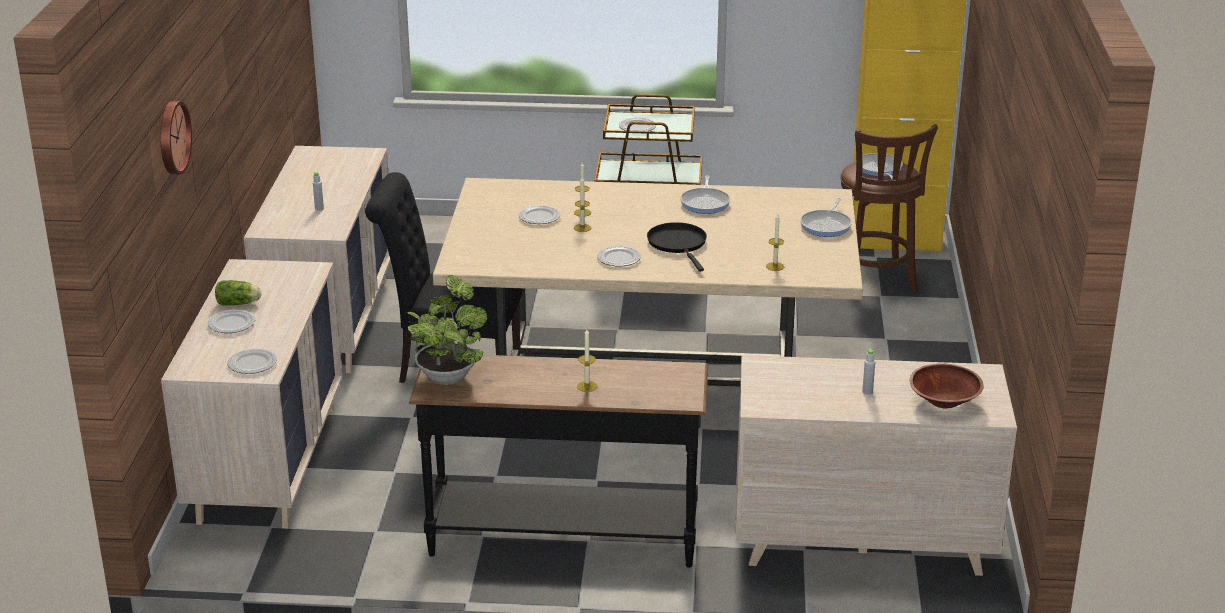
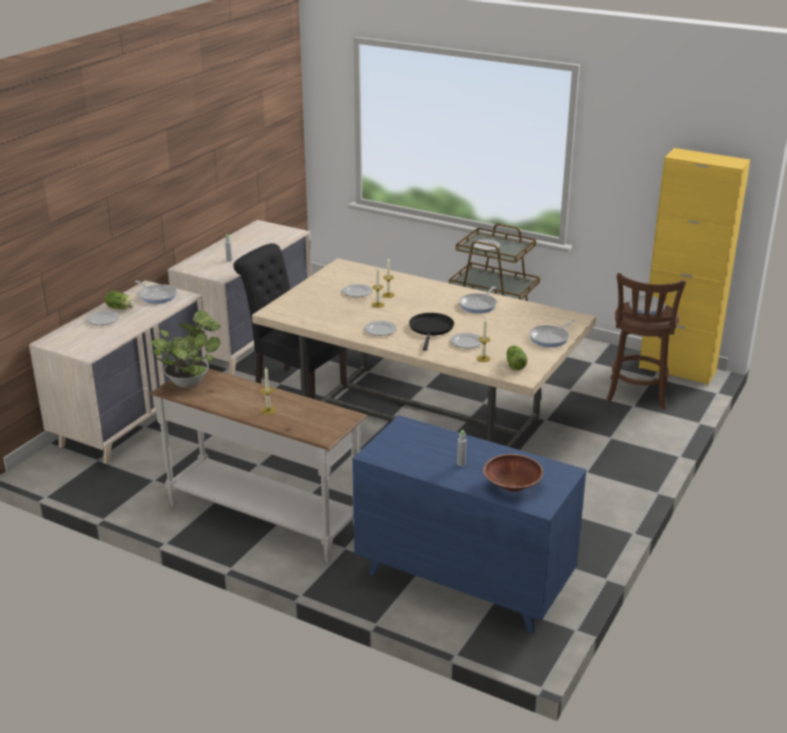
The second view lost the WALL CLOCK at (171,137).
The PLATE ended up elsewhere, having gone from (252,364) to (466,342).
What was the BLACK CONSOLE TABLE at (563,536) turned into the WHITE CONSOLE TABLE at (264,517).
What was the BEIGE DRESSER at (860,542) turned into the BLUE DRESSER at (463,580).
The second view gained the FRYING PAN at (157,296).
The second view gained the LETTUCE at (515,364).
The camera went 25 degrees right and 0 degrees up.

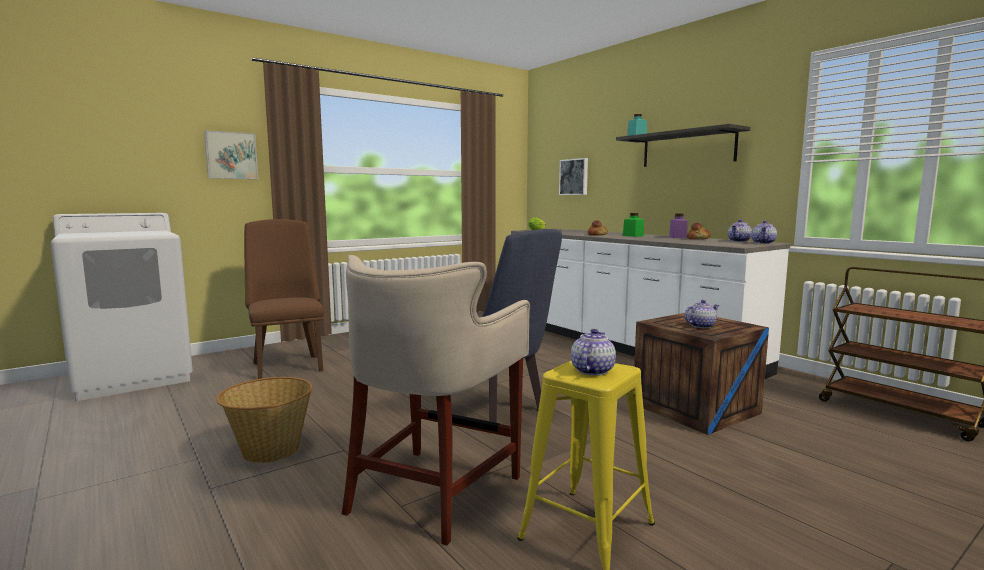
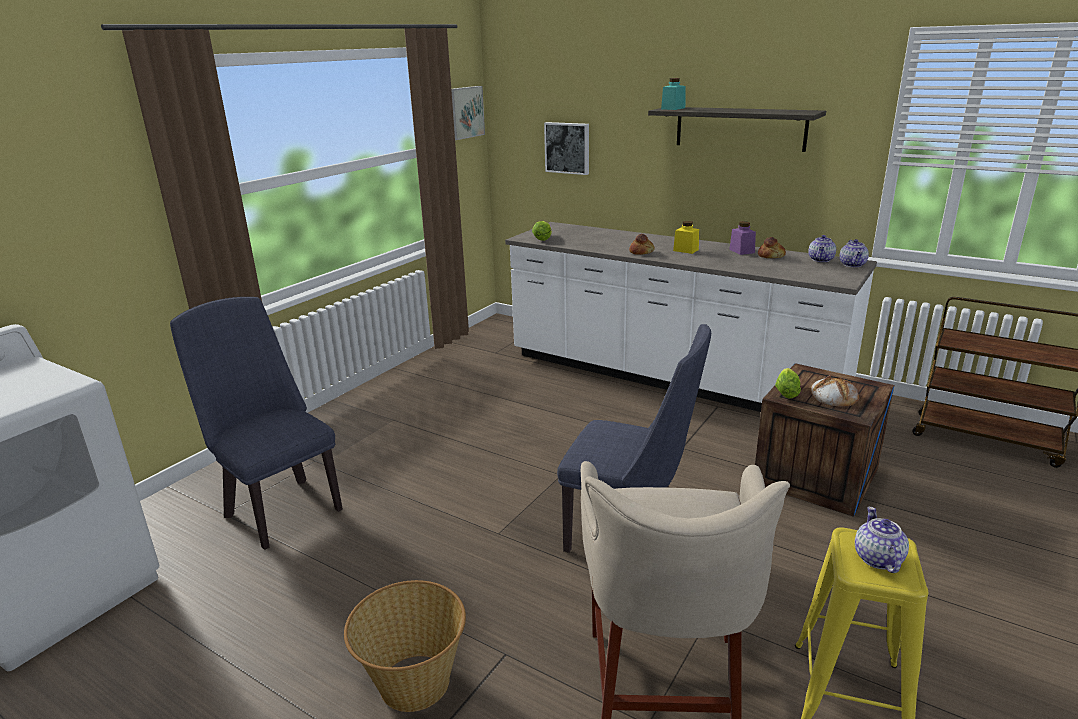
The PICTURE ended up elsewhere, having gone from (231,155) to (464,112).
What was the GREEN JAR at (633,236) turned into the YELLOW JAR at (686,250).
What was the BROWN CHAIR at (288,365) turned into the BLUE CHAIR at (279,508).
Where the TEAPOT stood at (701,326), the BREAD came to stand at (833,396).
The second view gained the LETTUCE at (787,391).
The camera went 20 degrees left and 15 degrees up.

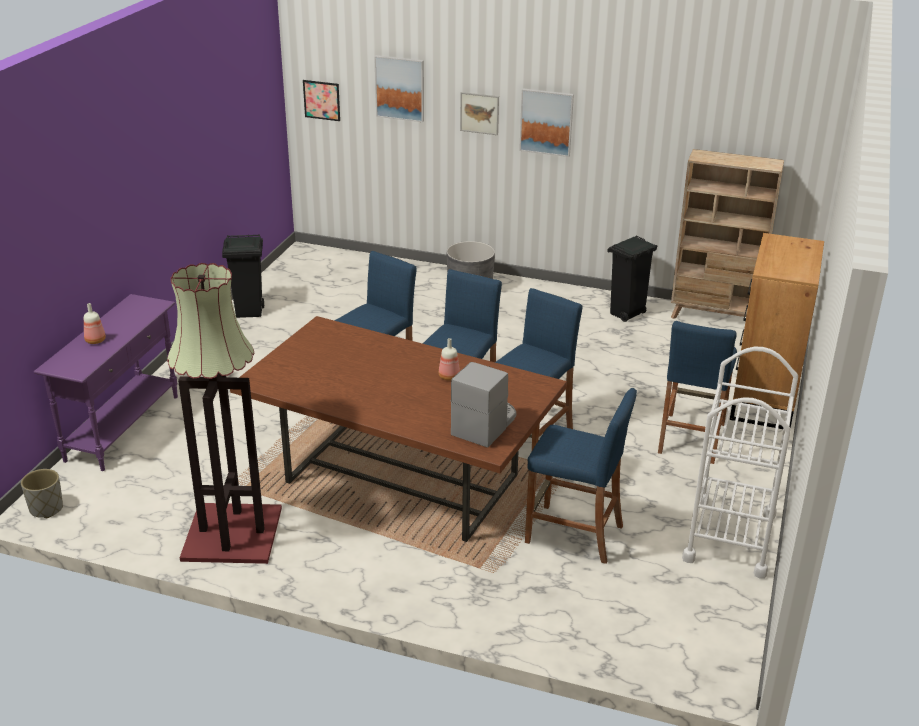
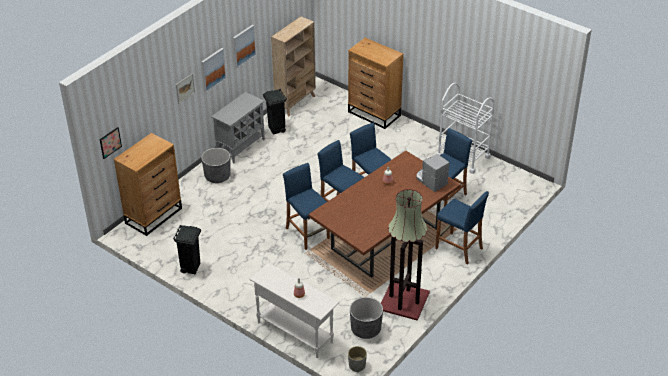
The PICTURE ended up elsewhere, having gone from (400,88) to (243,46).
What was the PURPLE CONSOLE TABLE at (123,428) turned into the WHITE CONSOLE TABLE at (295,332).
The BLUE STOOL ended up elsewhere, having gone from (690,438) to (458,248).
The second view gained the GREY CABINET at (241,147).
The second view gained the BROWN DRESSER at (154,215).
The second view gained the GREY PLANTER at (366,329).
The camera went 70 degrees left and 10 degrees up.

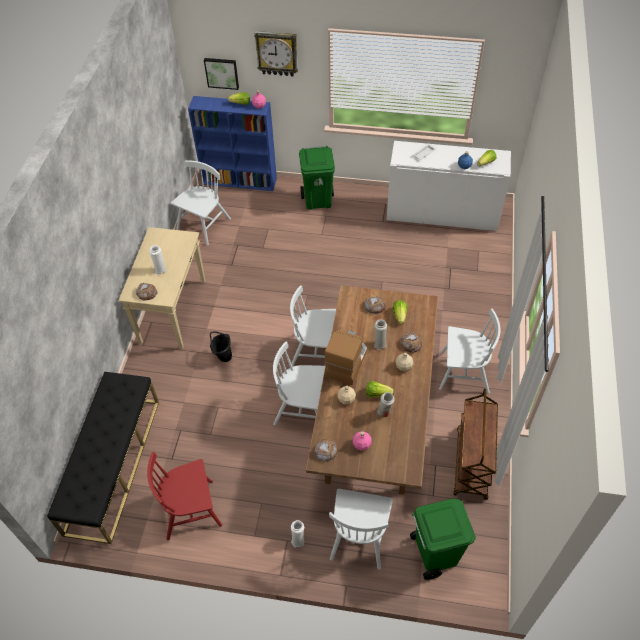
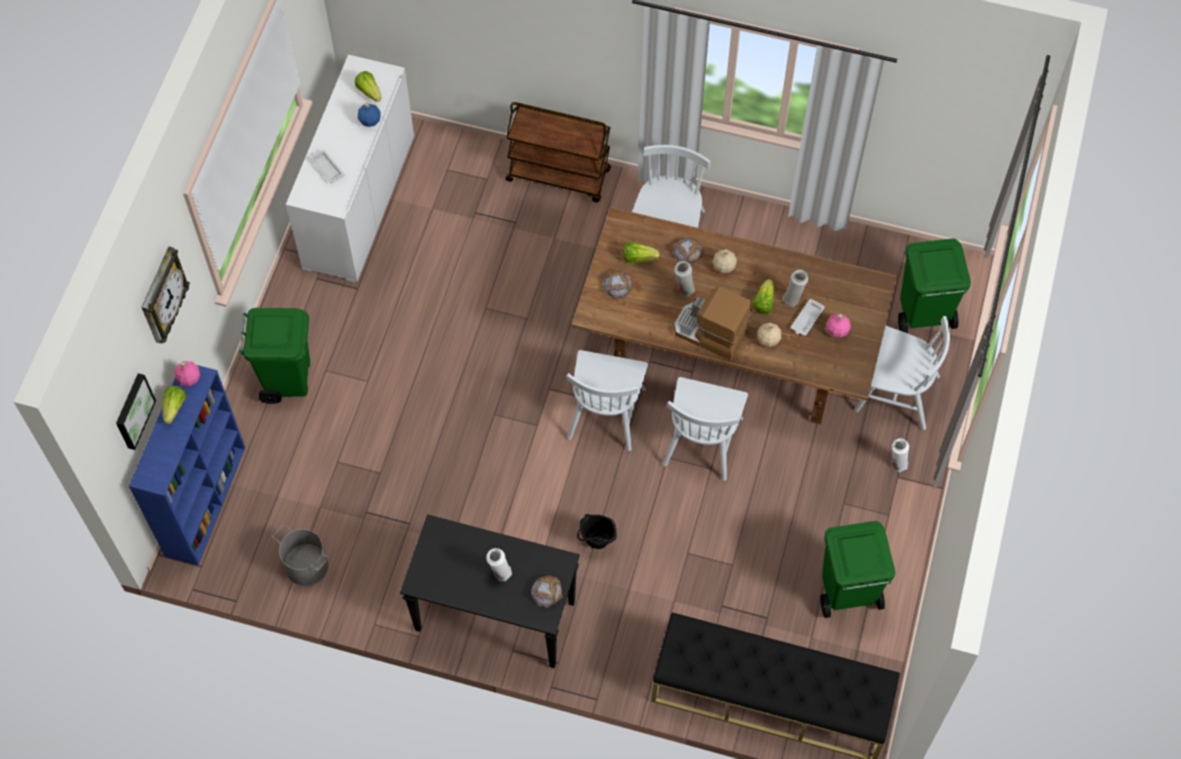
Where the WHITE CHAIR stood at (204,225), the GREY BUCKET came to stand at (307,565).
What was the BEIGE CONSOLE TABLE at (173,310) turned into the BLACK CONSOLE TABLE at (493,616).
The BROWN CART ended up elsewhere, having gone from (471,464) to (559,175).
The second view lost the BREAD at (326,451).
Where the RED CHAIR stood at (191,510), the GREEN TRASH CAN came to stand at (847,592).
The second view gained the WHITE TRAY at (806,319).
The camera went 85 degrees left and 10 degrees up.

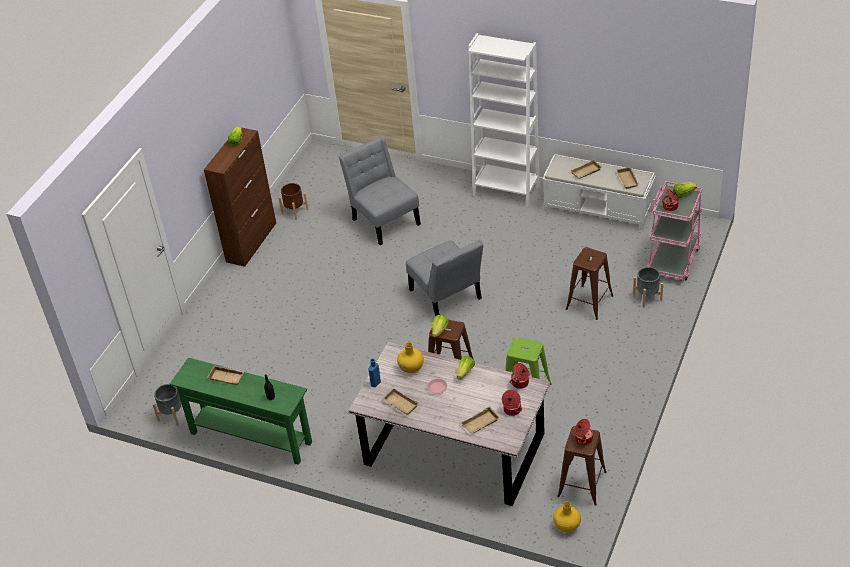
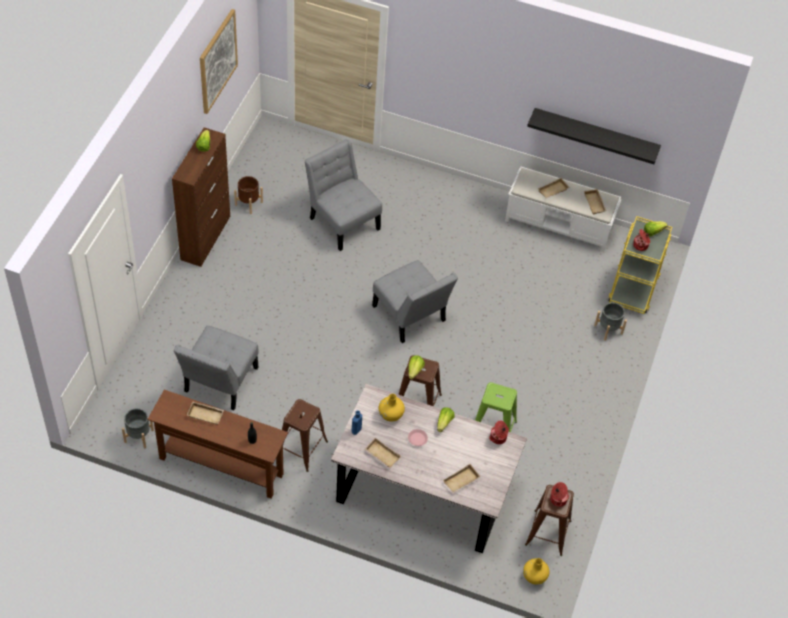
The second view lost the WHITE BOOKCASE at (506,190).
What was the PINK CART at (673,260) turned into the YELLOW CART at (633,288).
The BROWN STOOL ended up elsewhere, having gone from (589,303) to (301,449).
What was the GREEN CONSOLE TABLE at (250,438) turned into the BROWN CONSOLE TABLE at (221,467).
The second view lost the COOKING POT at (512,410).
The second view gained the PICTURE at (217,61).
The second view gained the BLACK SHELF at (595,134).
The second view gained the GREY CHAIR at (219,383).
The camera went 10 degrees left and 10 degrees up.

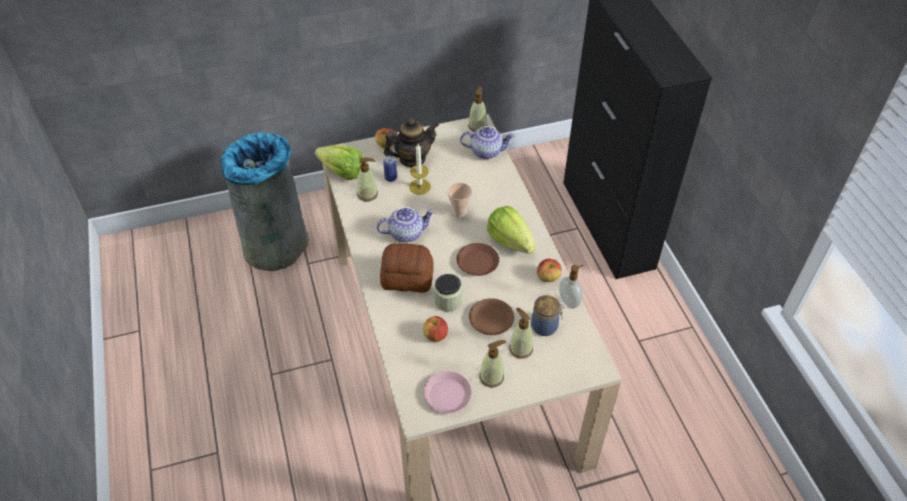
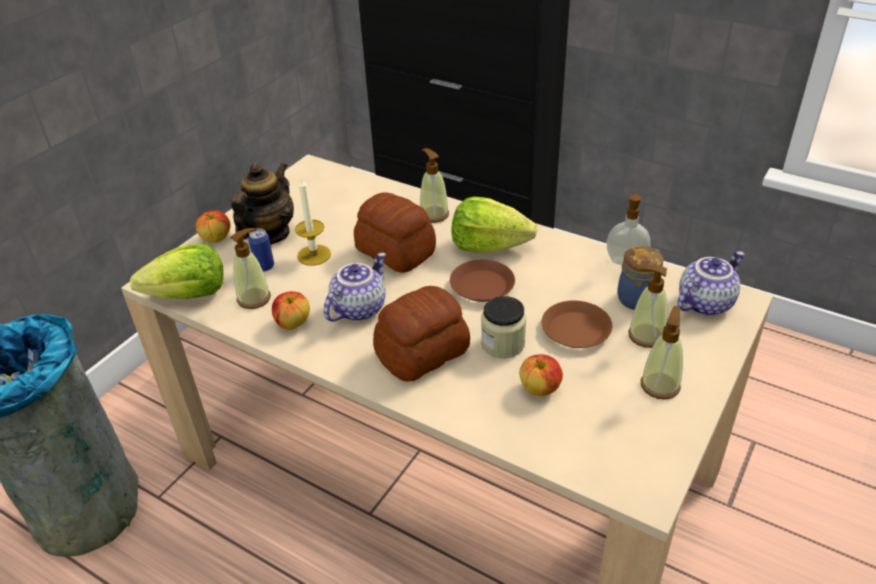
The SOAP DISPENSER ended up elsewhere, having gone from (477,126) to (434,214).
The TEAPOT ended up elsewhere, having gone from (486,151) to (704,302).
Where the CUP stood at (459,212), the BREAD came to stand at (395,252).
The APPLE ended up elsewhere, having gone from (548,277) to (293,323).
The second view lost the PINK PLATE at (447,395).
The camera went 40 degrees left and 10 degrees down.

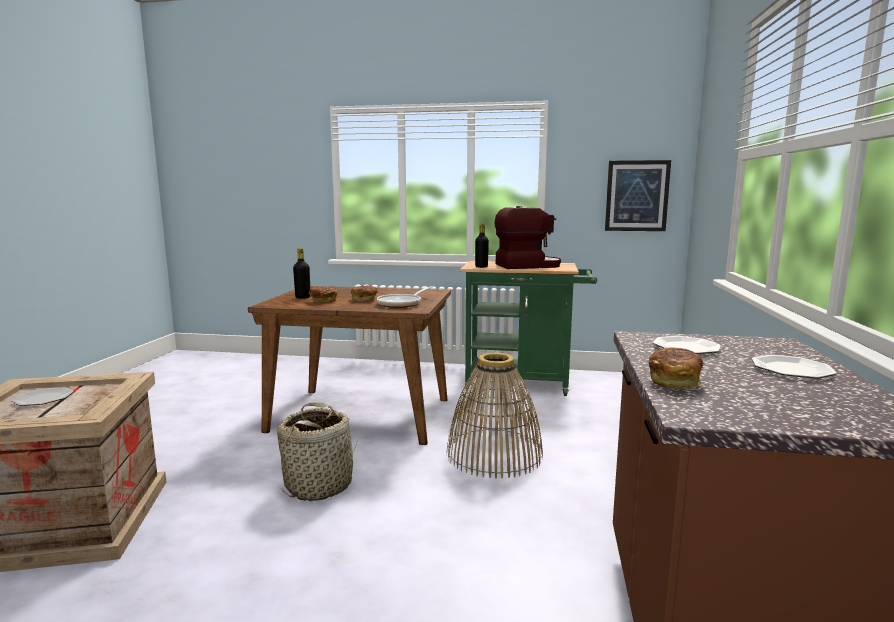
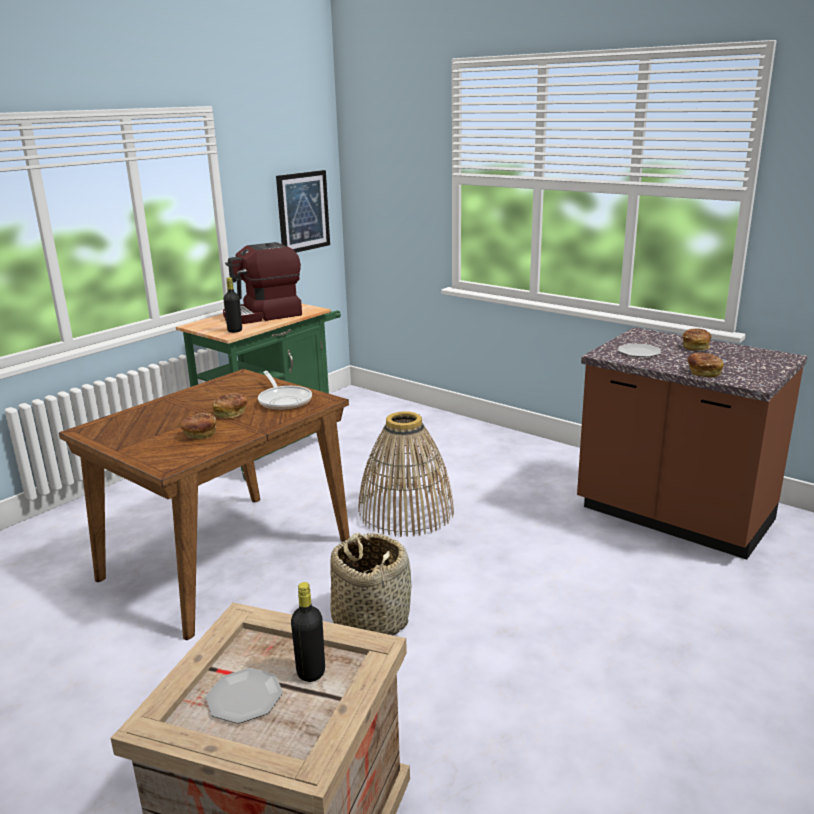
The COFFEE MACHINE at (527,266) ended up facing another way, 135 degrees counterclockwise from before.
The BLACK BOTTLE ended up elsewhere, having gone from (303,297) to (311,672).
Where the PLATE stood at (792,369), the BREAD came to stand at (696,347).
The camera went 60 degrees left and 10 degrees up.

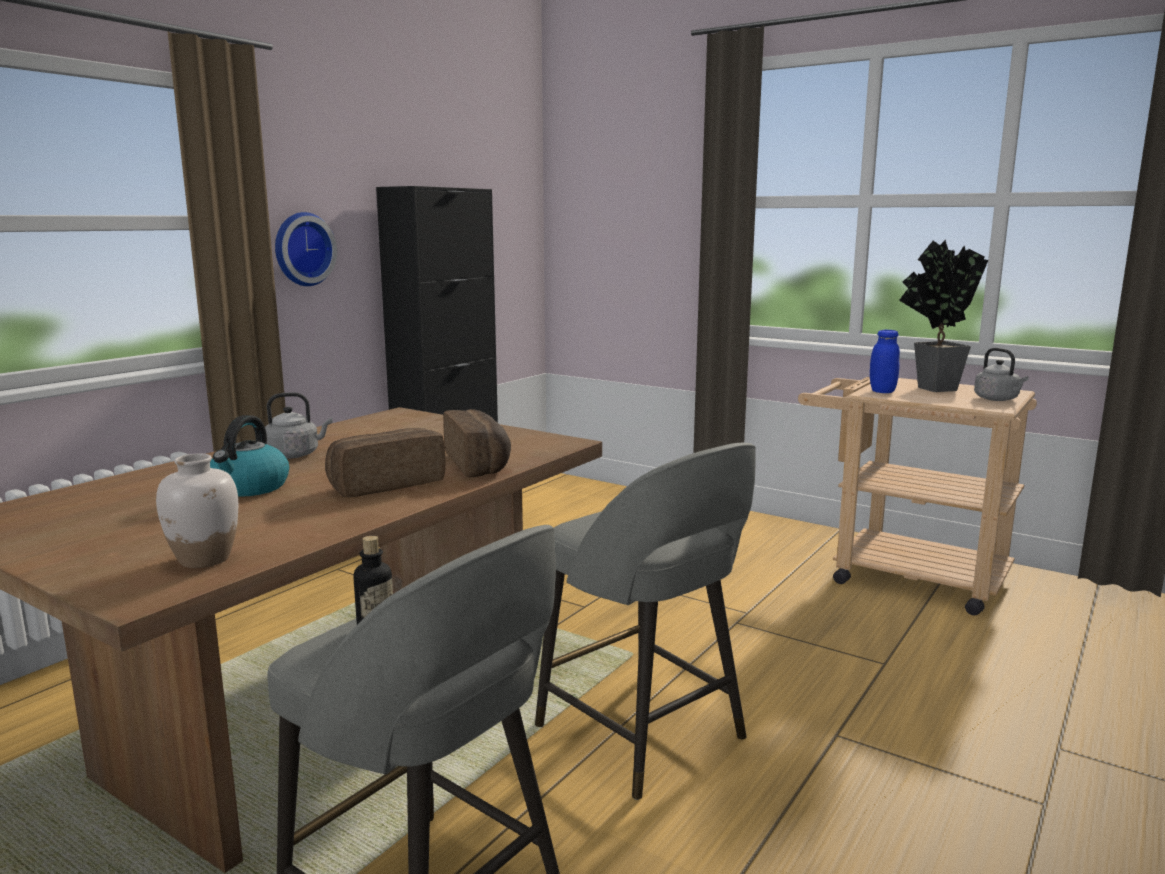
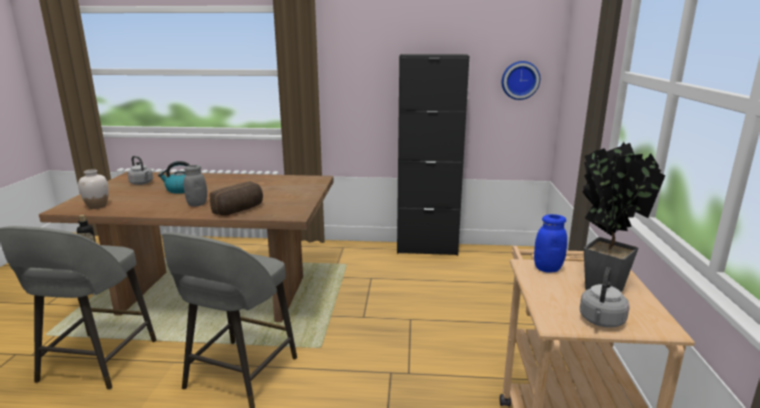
The WALL CLOCK ended up elsewhere, having gone from (302,249) to (520,80).
The GREY KETTLE ended up elsewhere, having gone from (295,455) to (142,183).
Where the BREAD stood at (386,484), the GREY JAR came to stand at (197,204).
The camera went 60 degrees right and 5 degrees up.

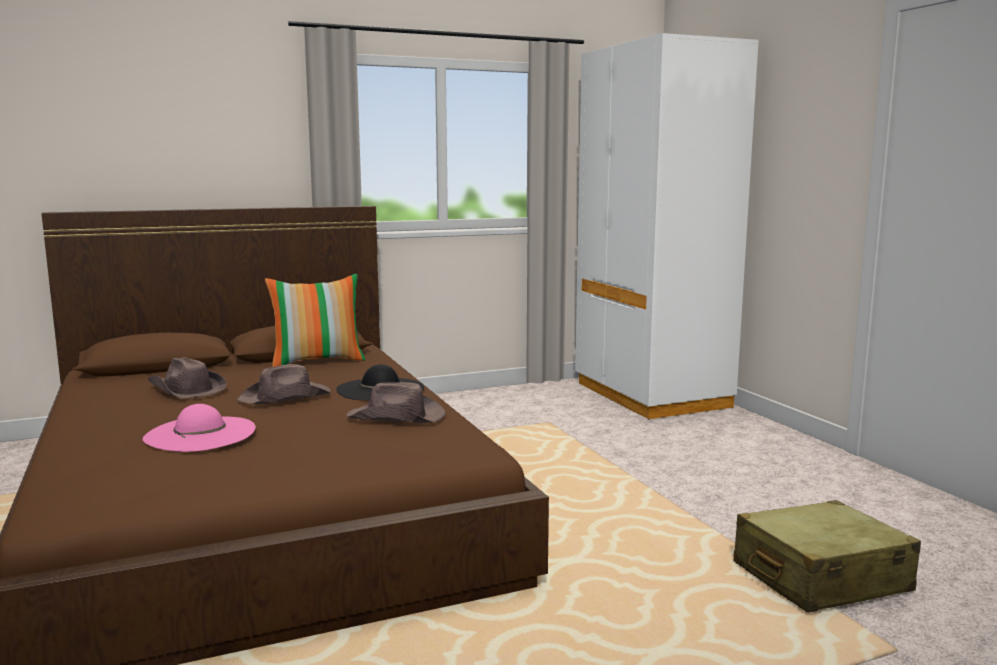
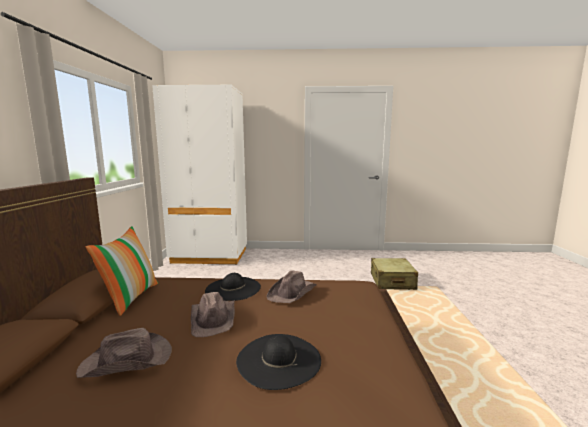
What was the PINK HAT at (200,434) turned into the BLACK HAT at (278,359).
The camera went 65 degrees left and 0 degrees up.

